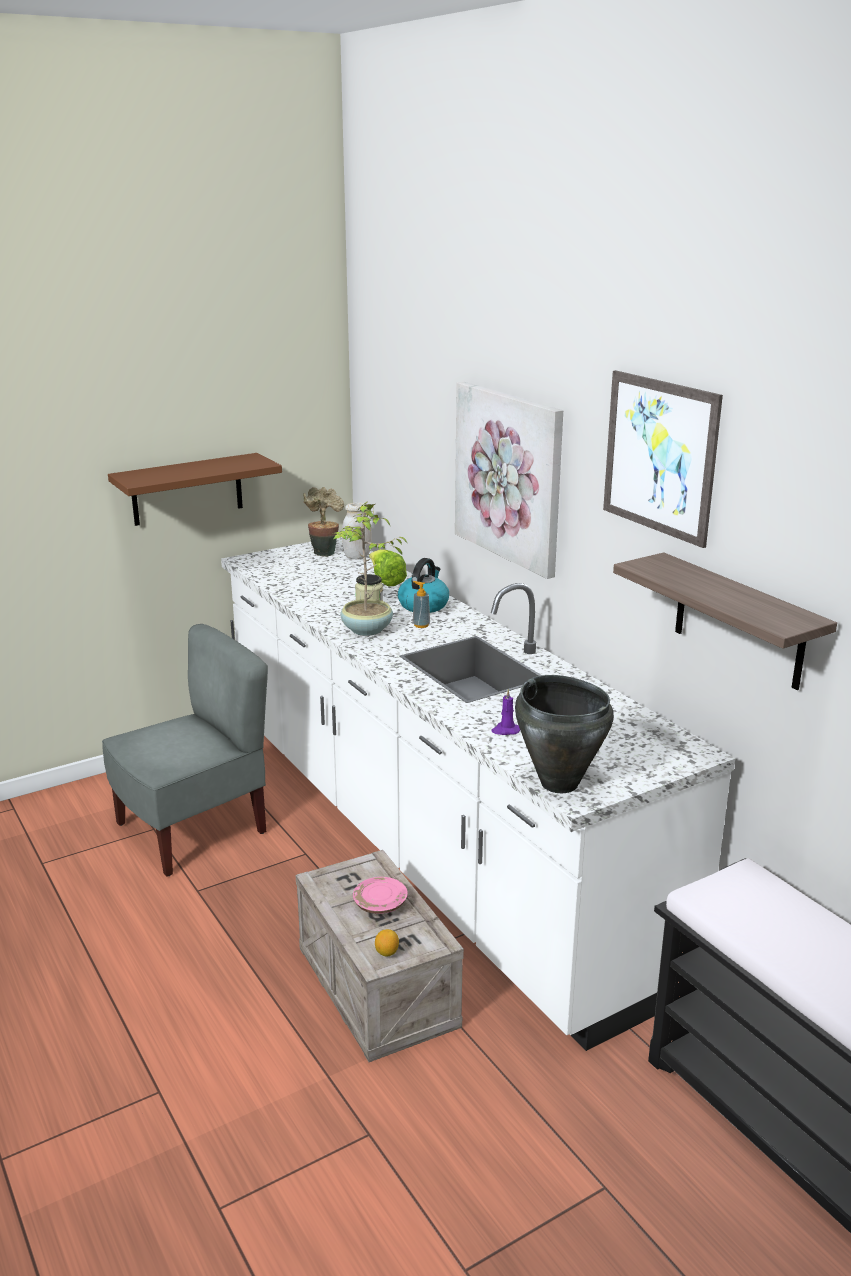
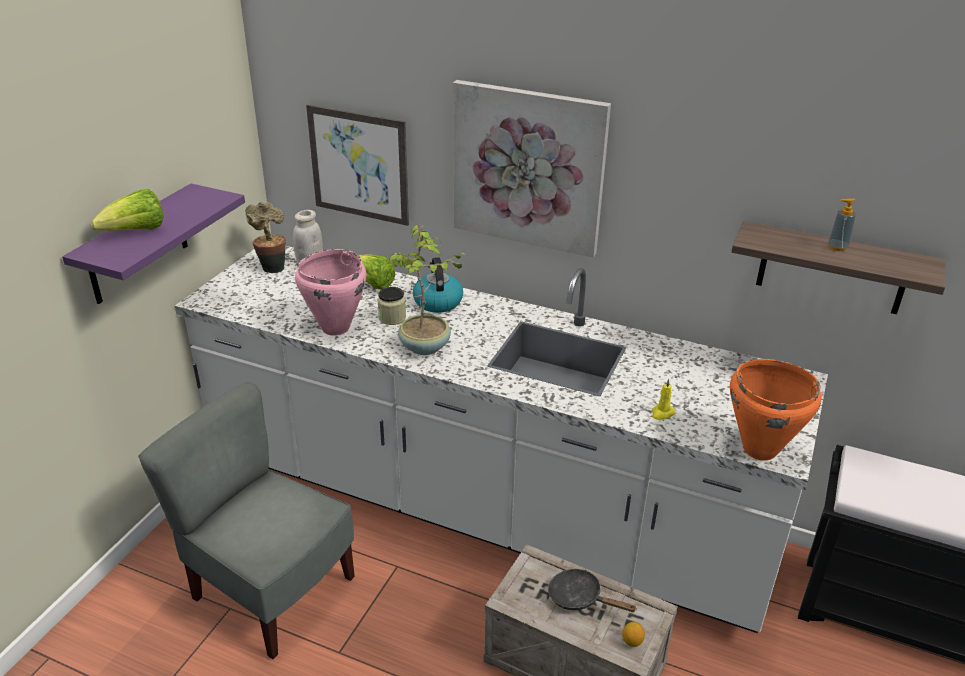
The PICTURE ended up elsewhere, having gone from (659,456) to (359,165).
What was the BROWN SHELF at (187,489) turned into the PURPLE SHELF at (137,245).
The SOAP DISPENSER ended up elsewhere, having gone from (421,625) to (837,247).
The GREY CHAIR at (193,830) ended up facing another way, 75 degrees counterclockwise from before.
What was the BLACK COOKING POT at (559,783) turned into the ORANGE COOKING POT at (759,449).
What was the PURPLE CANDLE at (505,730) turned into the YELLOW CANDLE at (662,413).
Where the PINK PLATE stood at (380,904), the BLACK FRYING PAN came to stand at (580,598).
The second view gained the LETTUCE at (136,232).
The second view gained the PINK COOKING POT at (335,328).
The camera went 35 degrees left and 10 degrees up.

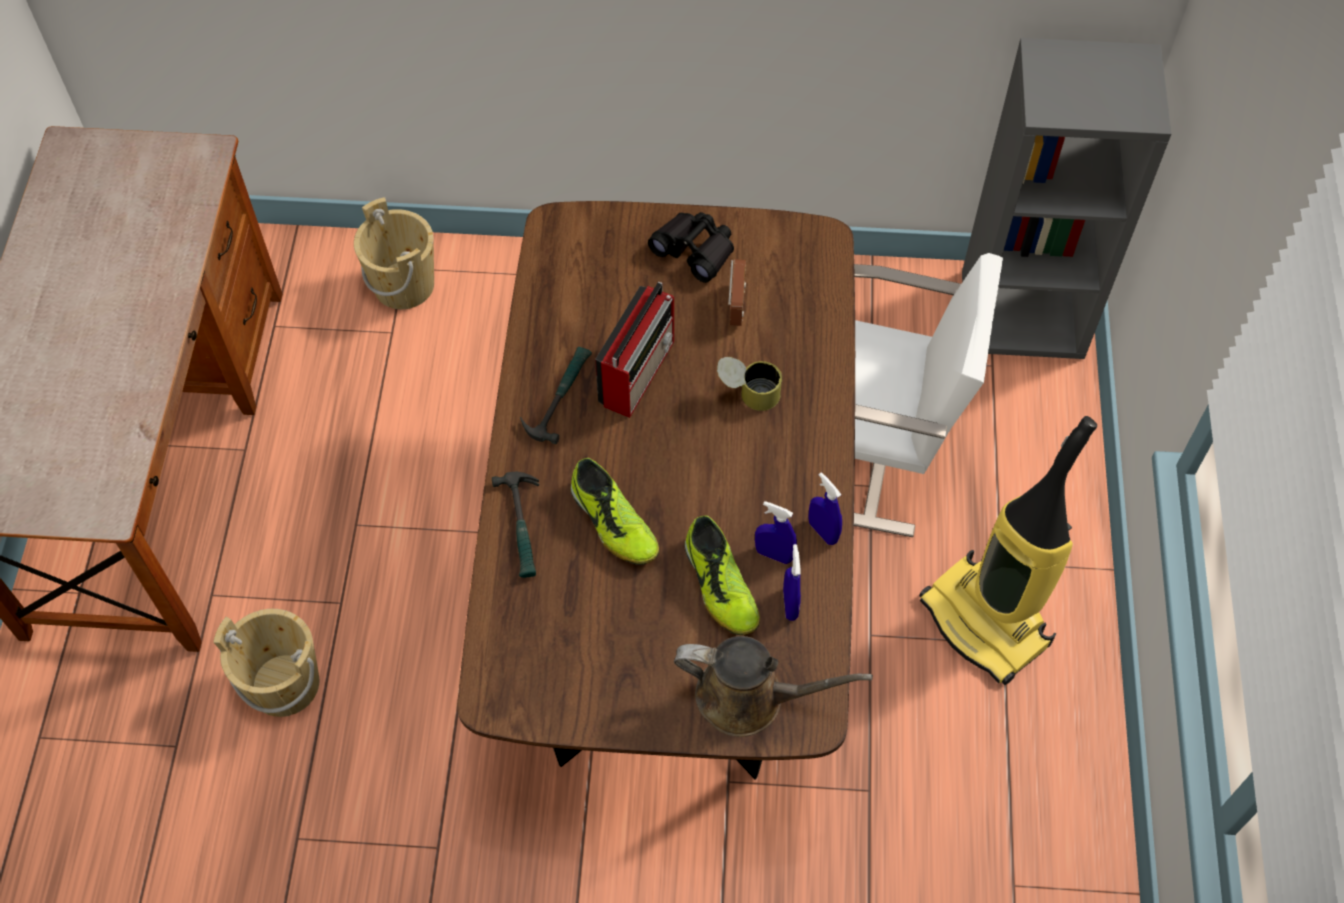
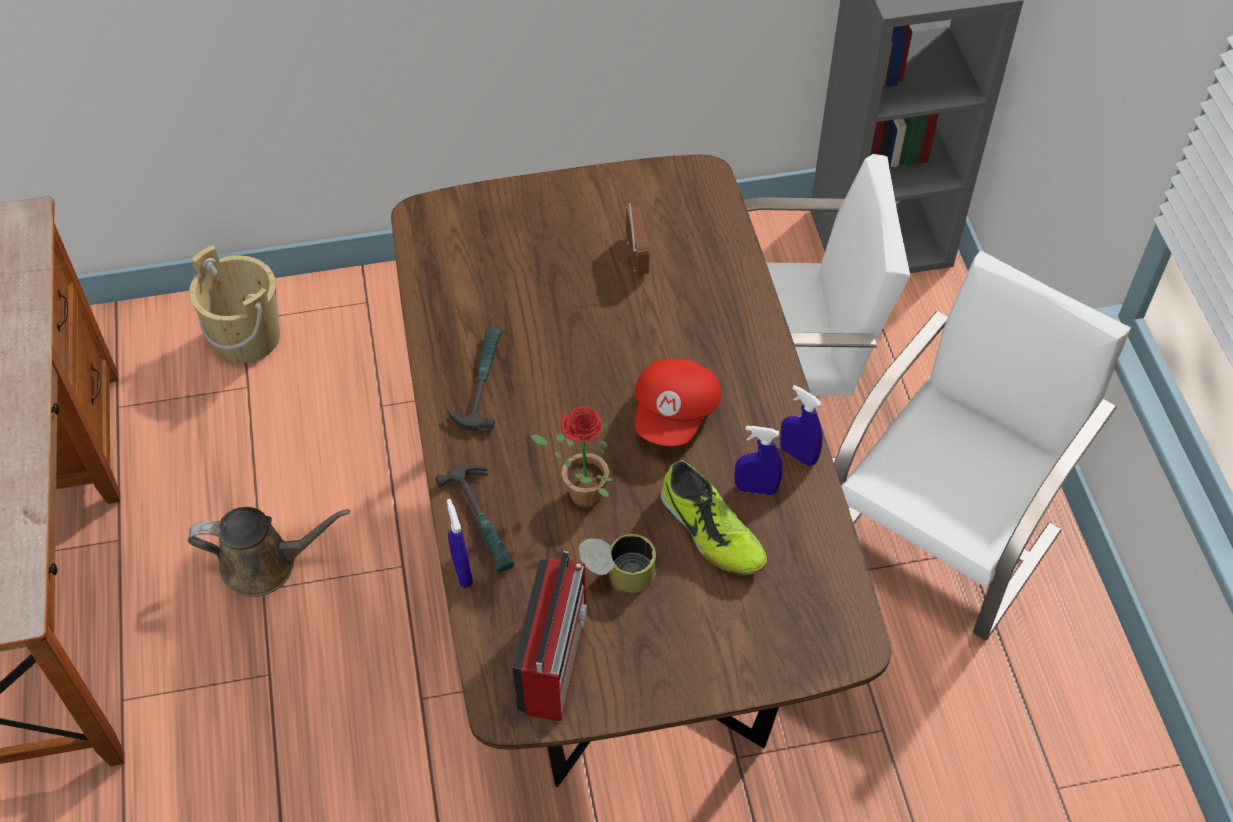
The second view lost the BLACK BINOCULARS at (695,250).
The RADIO ended up elsewhere, having gone from (638,371) to (554,658).
The CAN ended up elsewhere, having gone from (748,393) to (617,575).
Where the VACUUM CLEANER stood at (987,622), the WHITE CHAIR came to stand at (944,535).
Where the SHOE stood at (613,523), the POTTED PLANT came to stand at (578,495).
The BLUE SPRAY BOTTLE ended up elsewhere, having gone from (790,604) to (462,571).
The second view lost the BEIGE BUCKET at (284,684).
The BROWN WATERING CAN ended up elsewhere, having gone from (749,698) to (266,564).
The second view gained the RED CAP at (675,414).
The camera went 15 degrees left and 5 degrees down.

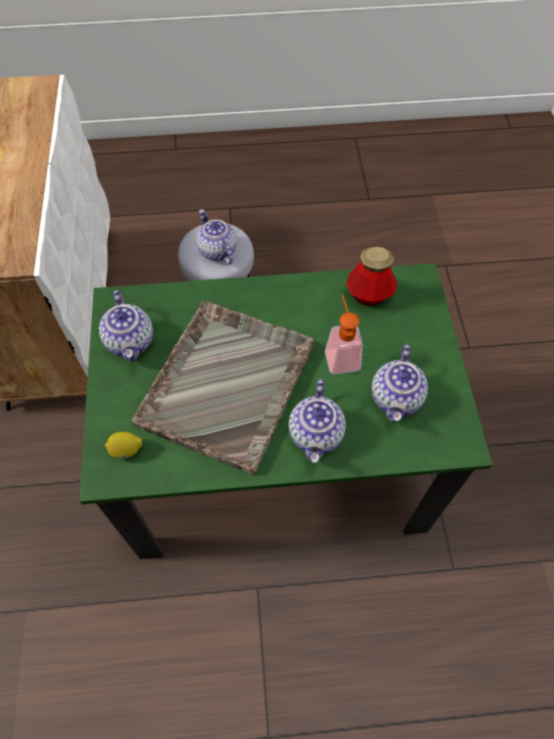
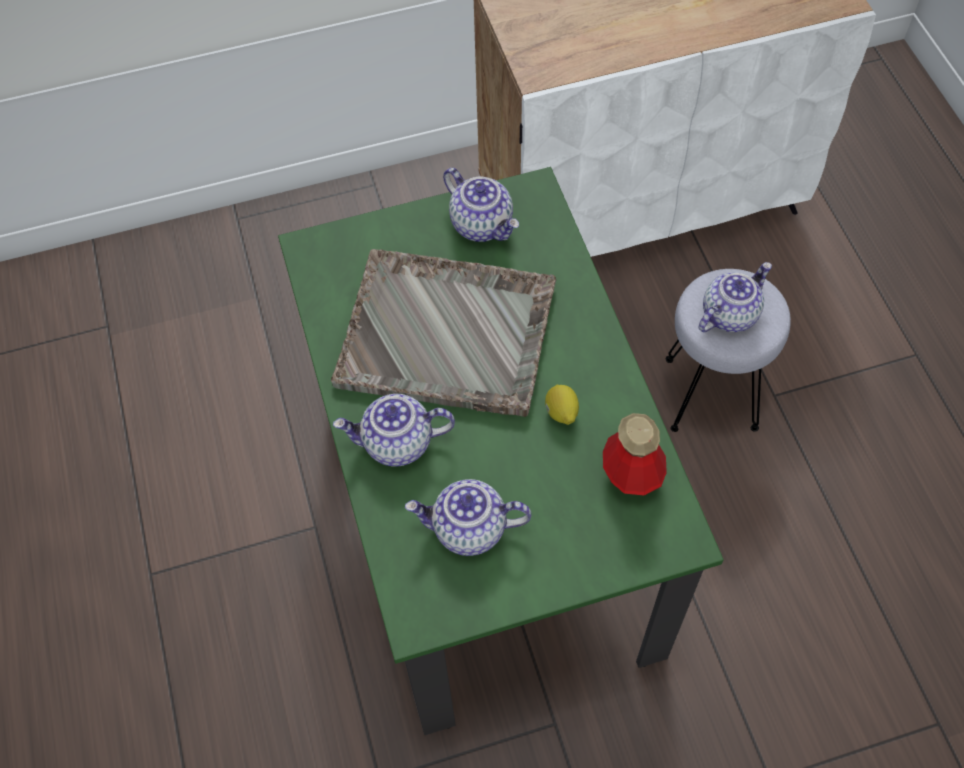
The TEAPOT at (131,341) ended up facing another way, 105 degrees counterclockwise from before.
The second view lost the SOAP DISPENSER at (341,354).
The LEMON ended up elsewhere, having gone from (126,450) to (561,412).
The camera went 80 degrees right and 0 degrees up.

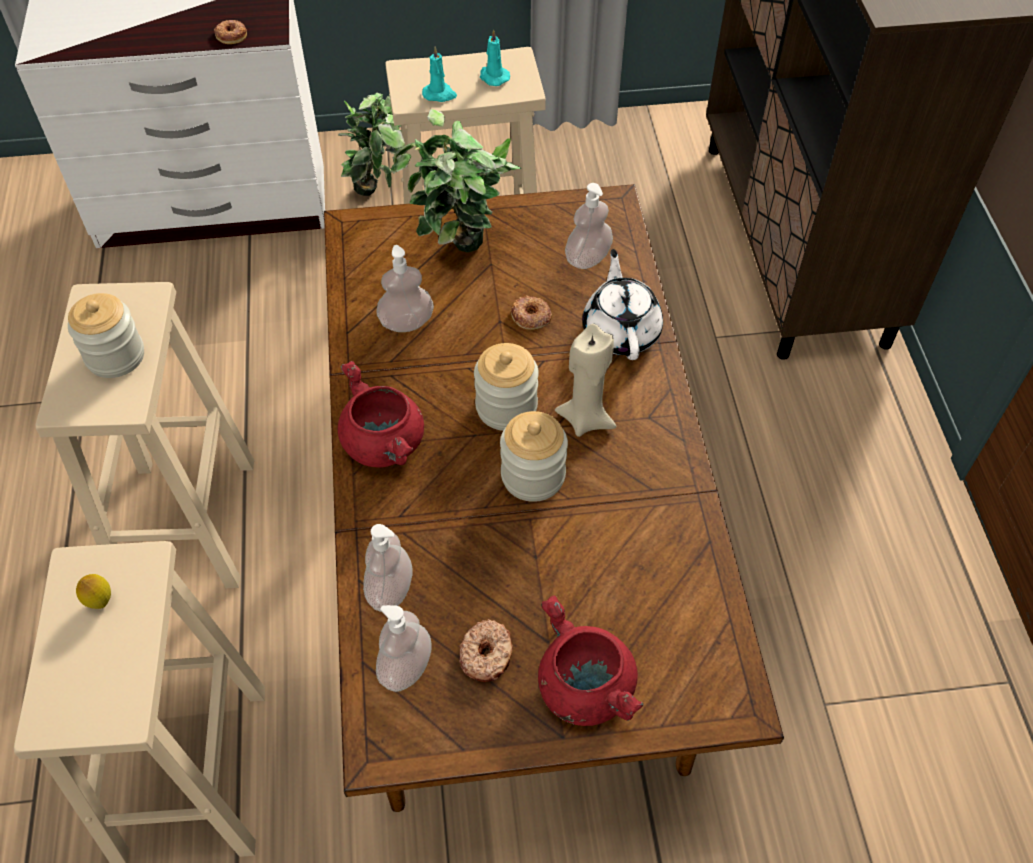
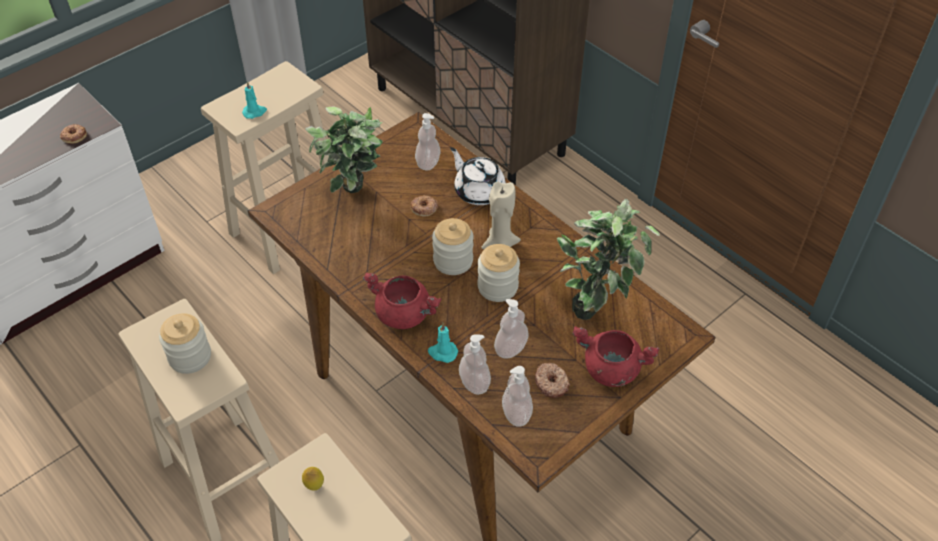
The TURQUOISE CANDLE ended up elsewhere, having gone from (493,77) to (442,352).
The POTTED PLANT ended up elsewhere, having gone from (381,190) to (597,305).
The SOAP DISPENSER ended up elsewhere, having gone from (406,322) to (510,348).
The camera went 35 degrees left and 5 degrees down.

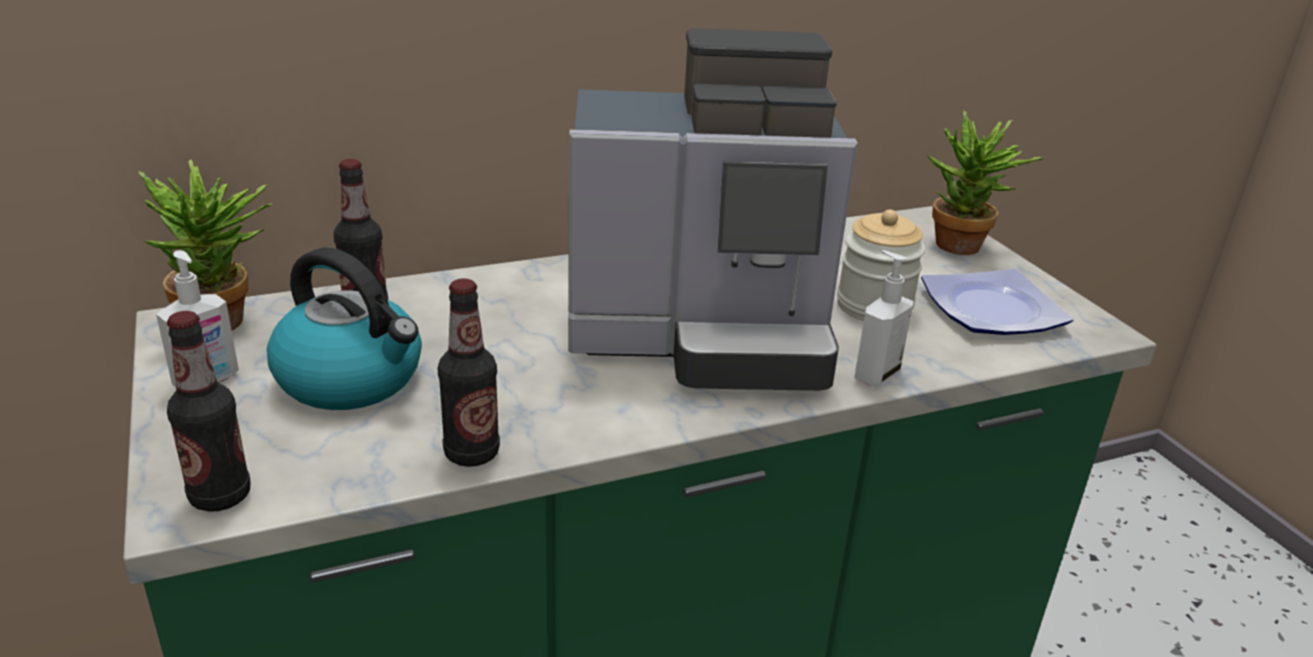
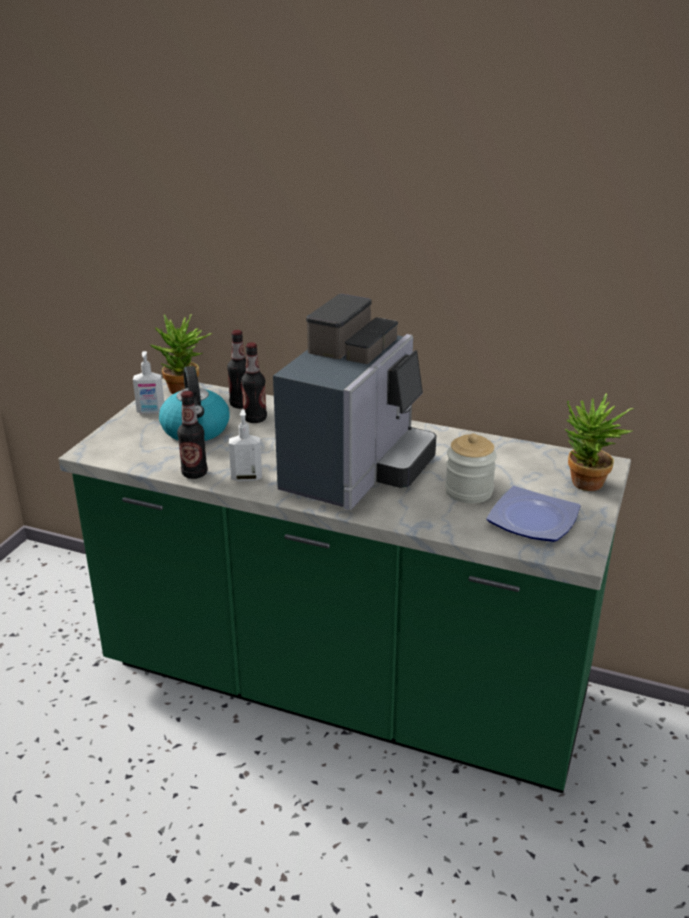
The COFFEE MACHINE at (704,337) ended up facing another way, 105 degrees counterclockwise from before.
The SOAP DISPENSER ended up elsewhere, having gone from (875,374) to (246,477).
The BOTTLE ended up elsewhere, having gone from (220,496) to (255,419).
The camera went 45 degrees right and 0 degrees up.

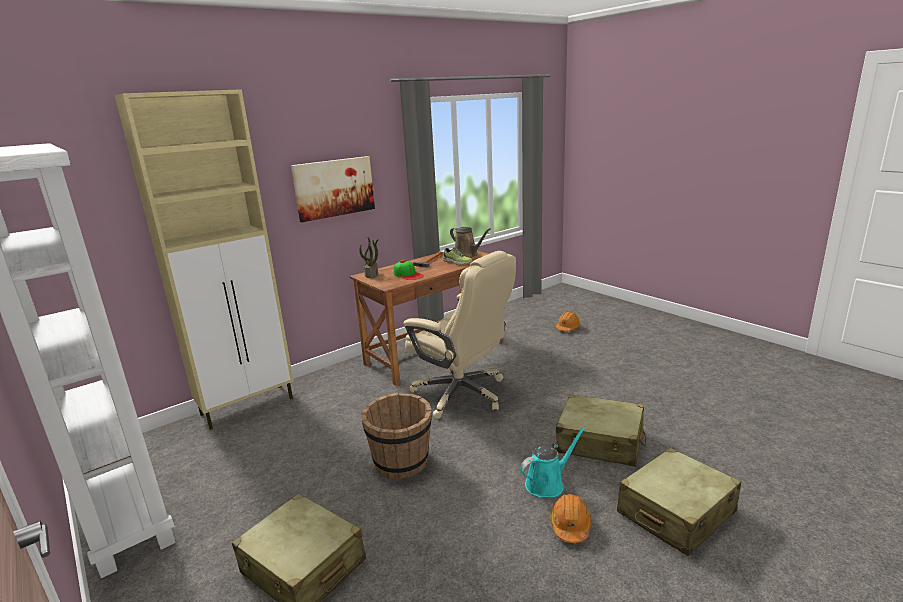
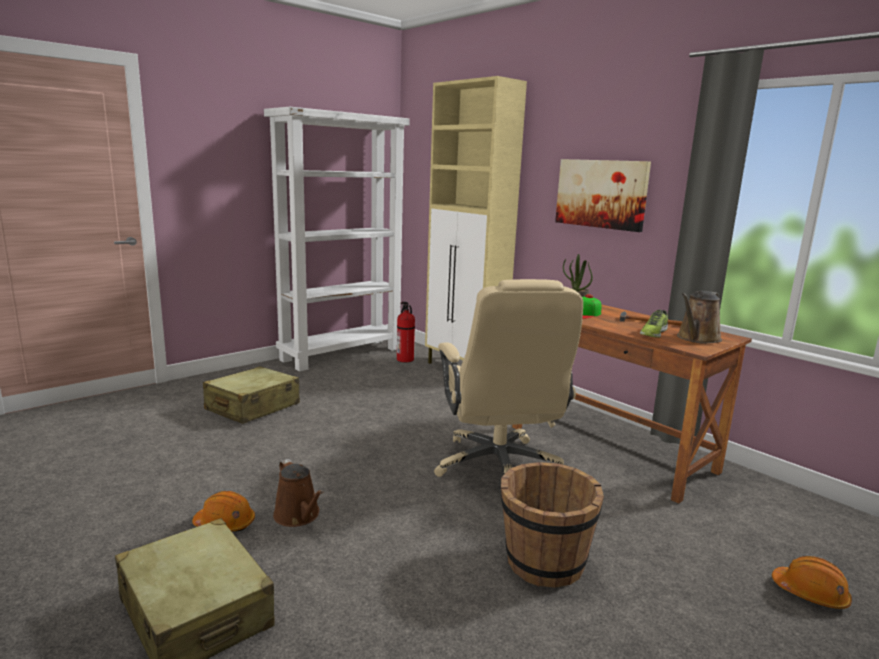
The BEIGE OFFICE CHAIR at (462,394) ended up facing another way, 45 degrees counterclockwise from before.
The BROWN BUCKET ended up elsewhere, having gone from (401,462) to (544,563).
The second view lost the BEIGE SUITCASE at (600,442).
What was the TURQUOISE WATERING CAN at (547,483) turned into the BROWN WATERING CAN at (298,516).
The second view gained the FIRE EXTINGUISHER at (405,359).
The camera went 85 degrees right and 5 degrees down.

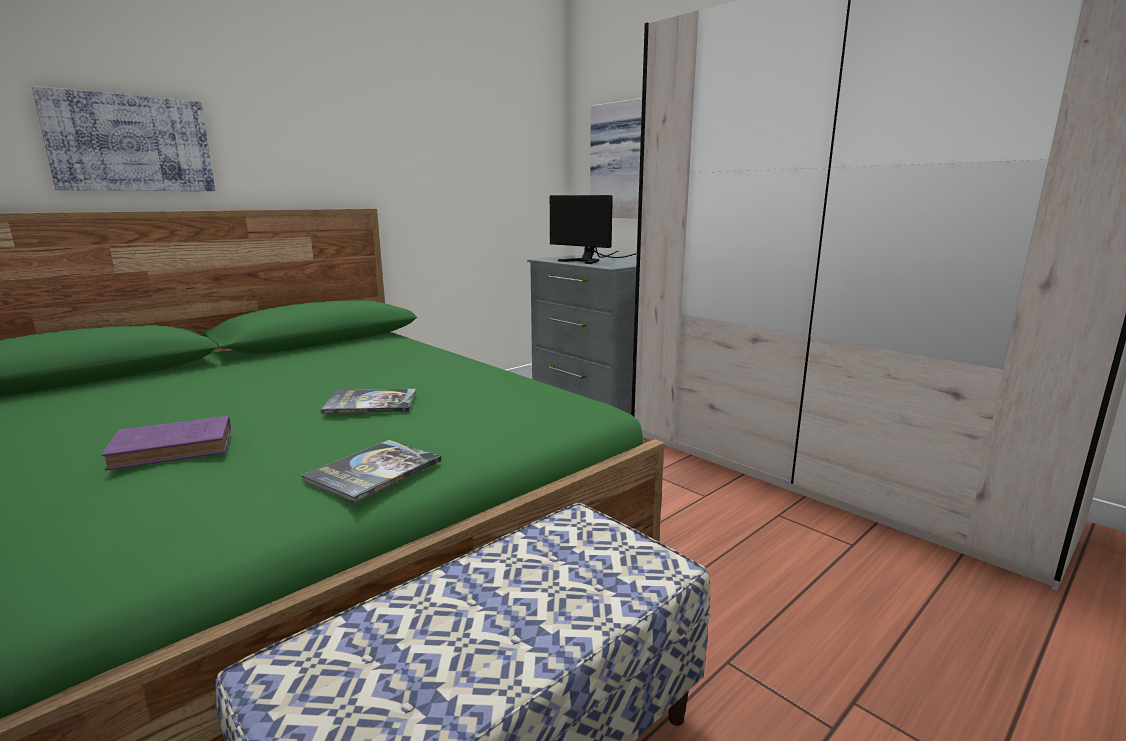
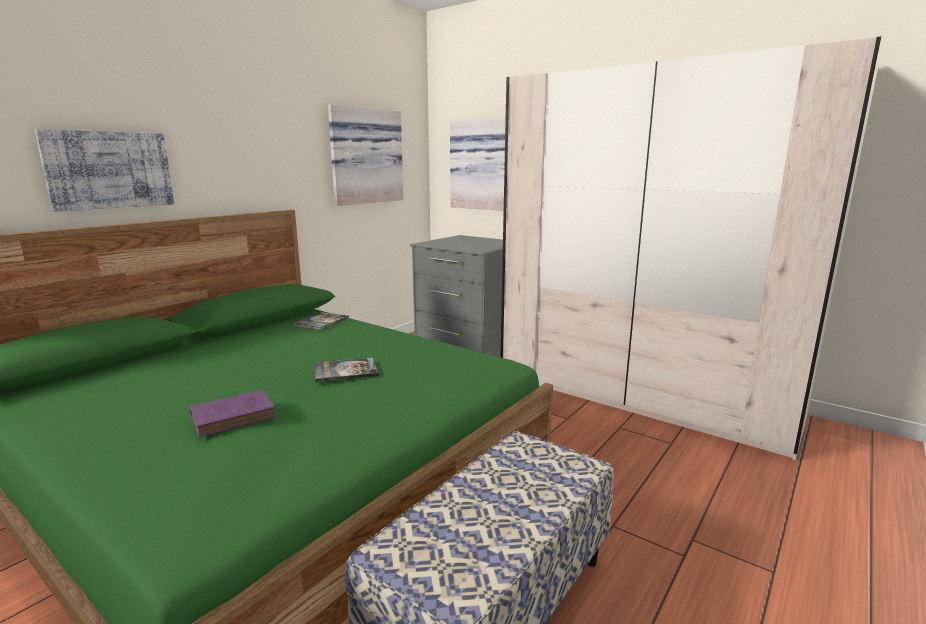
The second view lost the MONITOR at (590,260).
The BOOK ended up elsewhere, having gone from (374,471) to (321,322).
The second view gained the PICTURE at (365,156).
The camera went 10 degrees left and 0 degrees up.

